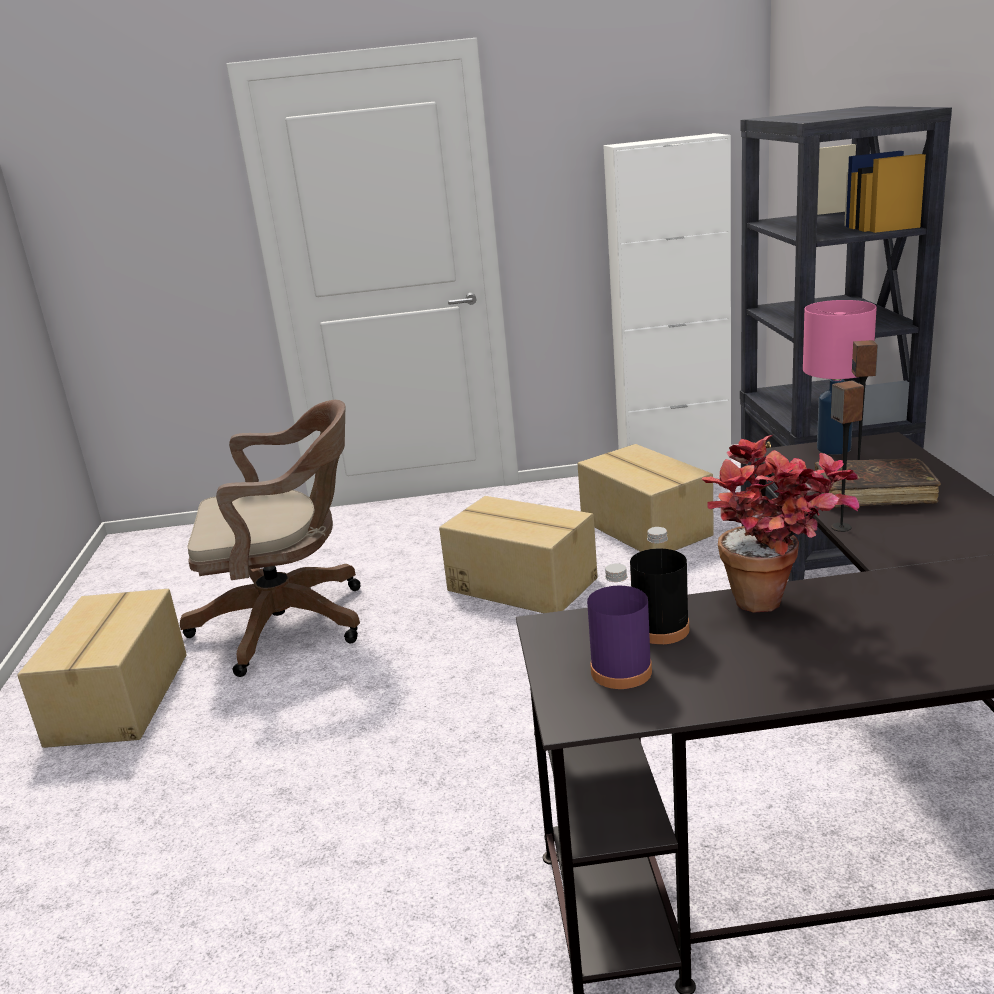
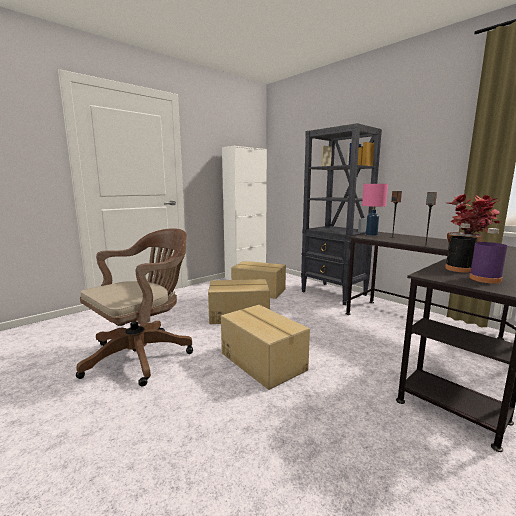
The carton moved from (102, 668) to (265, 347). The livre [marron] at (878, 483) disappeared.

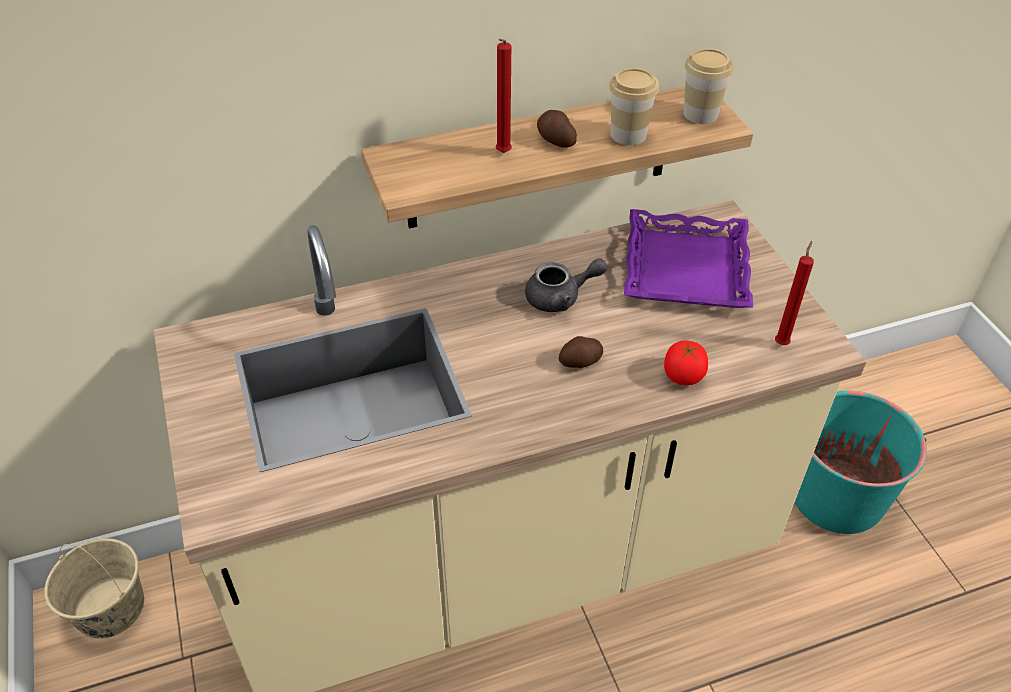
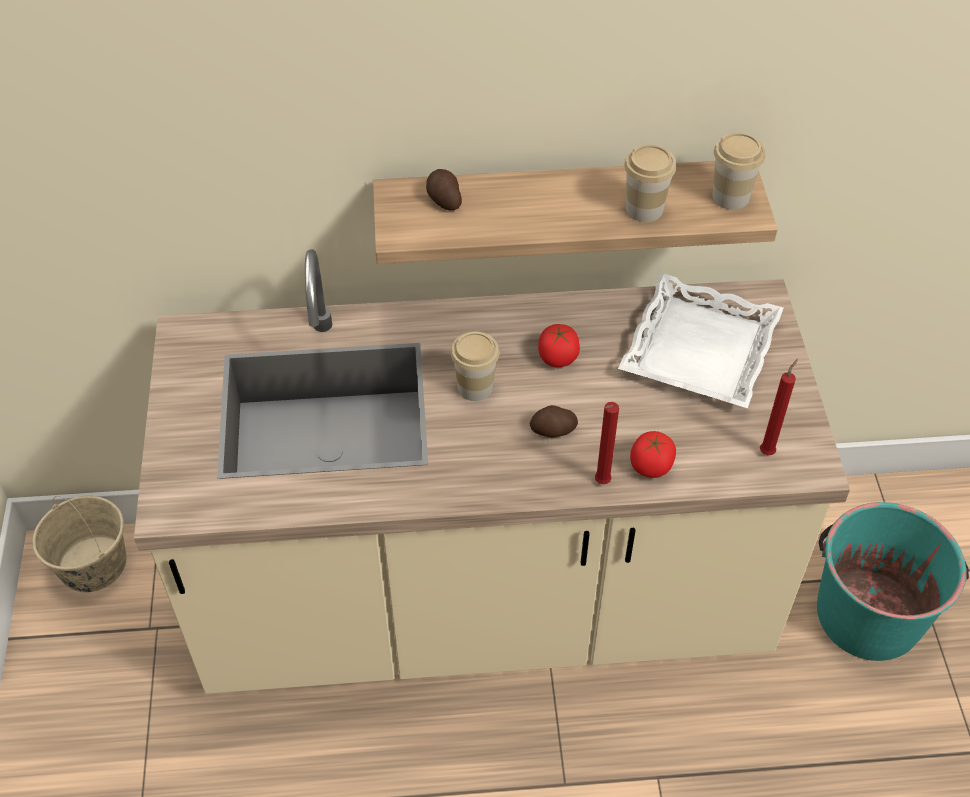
The bougie [rouge] moved from (503, 96) to (607, 443). The théière [gris] at (566, 285) was replaced by the tomate at (559, 345). The pomme de terre moved from (557, 129) to (444, 190). The plateau [violet] at (688, 258) became the plateau [blanc] at (701, 340). The tasse at (475, 366) appeared.

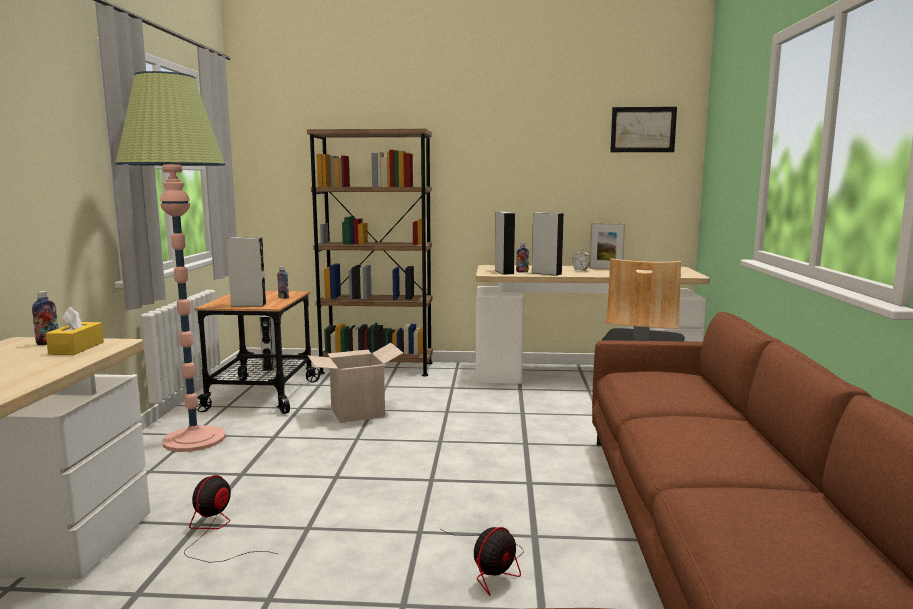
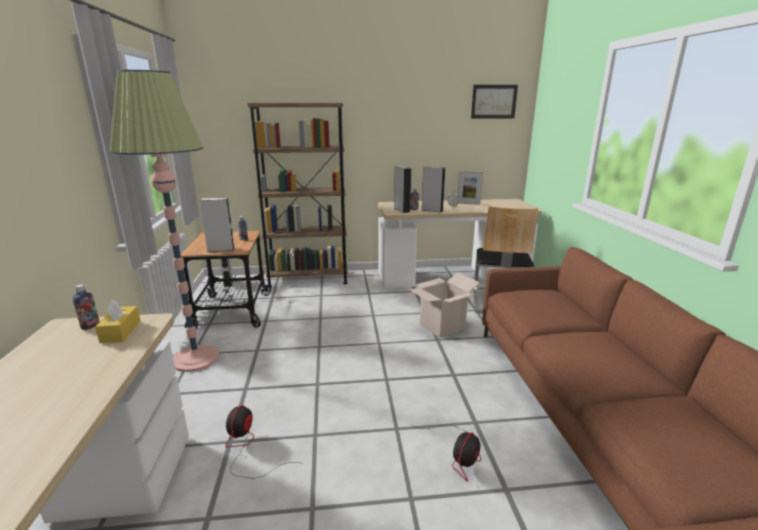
The carton moved from (355, 383) to (444, 305).

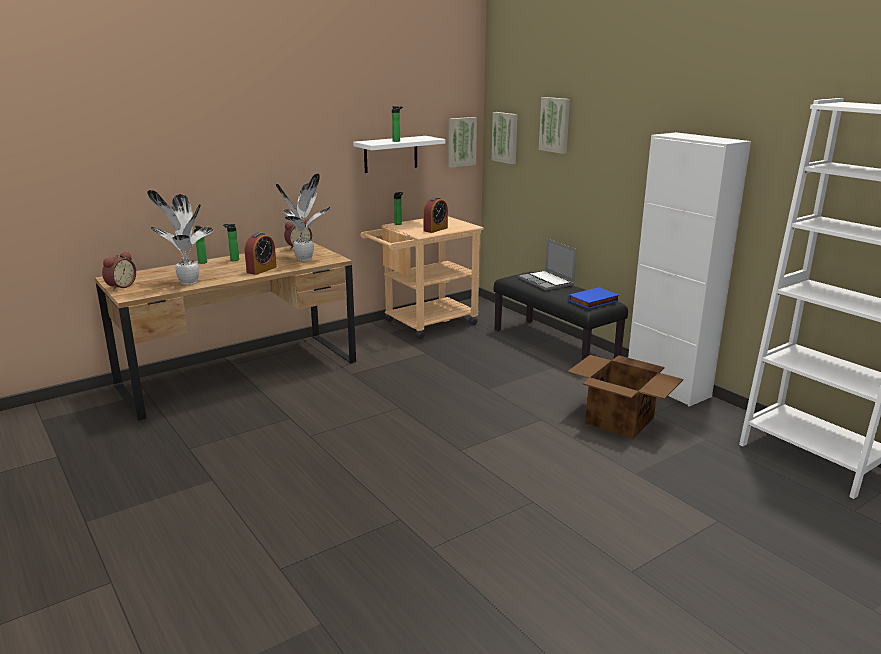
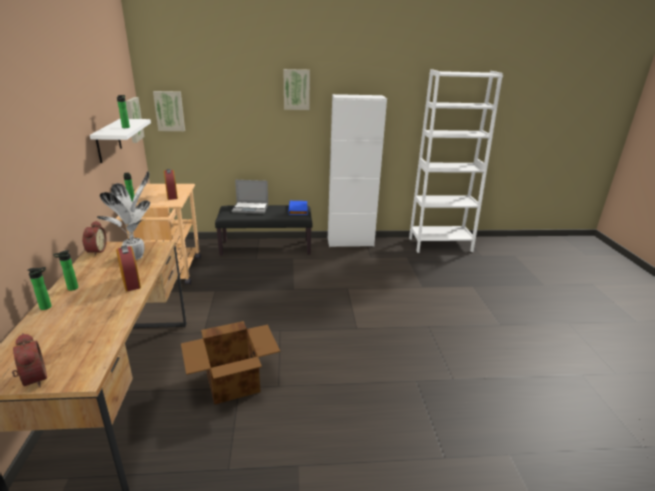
The plante en pot at (180, 237) disappeared. The tableau moved from (554, 125) to (297, 89). The carton moved from (625, 397) to (230, 363).

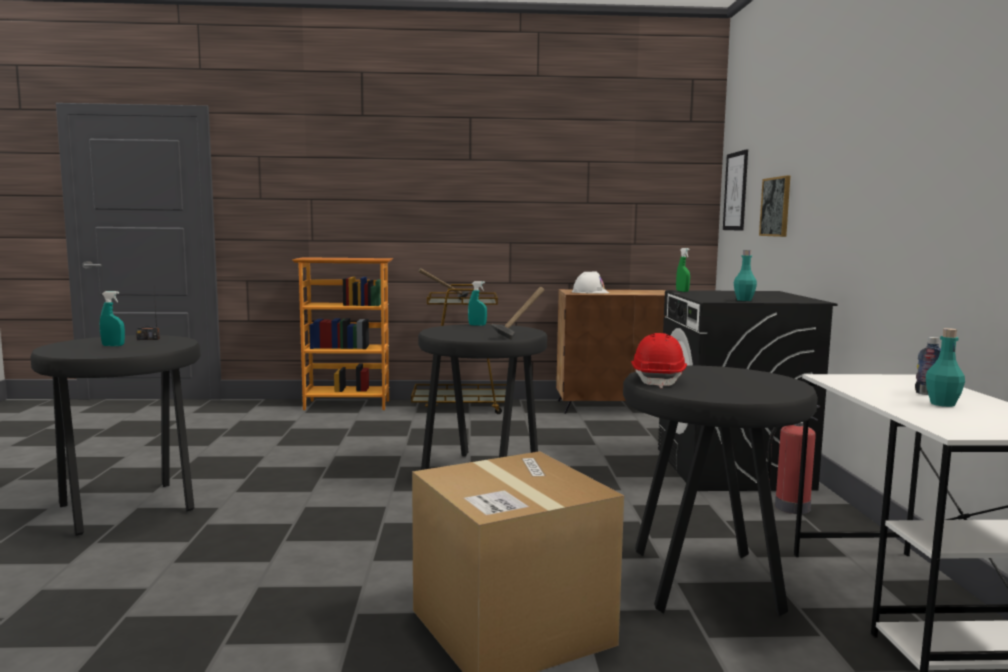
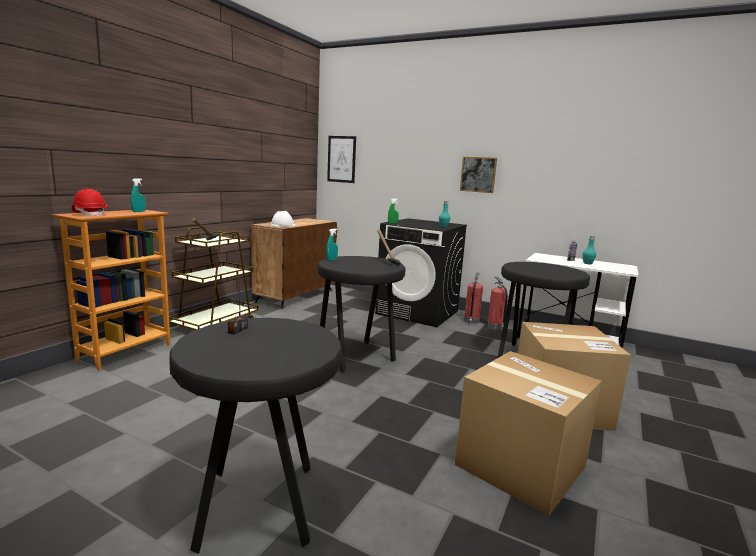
The vaporisateur [turquoise] moved from (112, 318) to (138, 195). The casque de chantier [rouge] moved from (659, 360) to (89, 203). The tableau moved from (774, 206) to (478, 175). The carton at (528, 433) appeared. The extincteur at (497, 303) appeared.

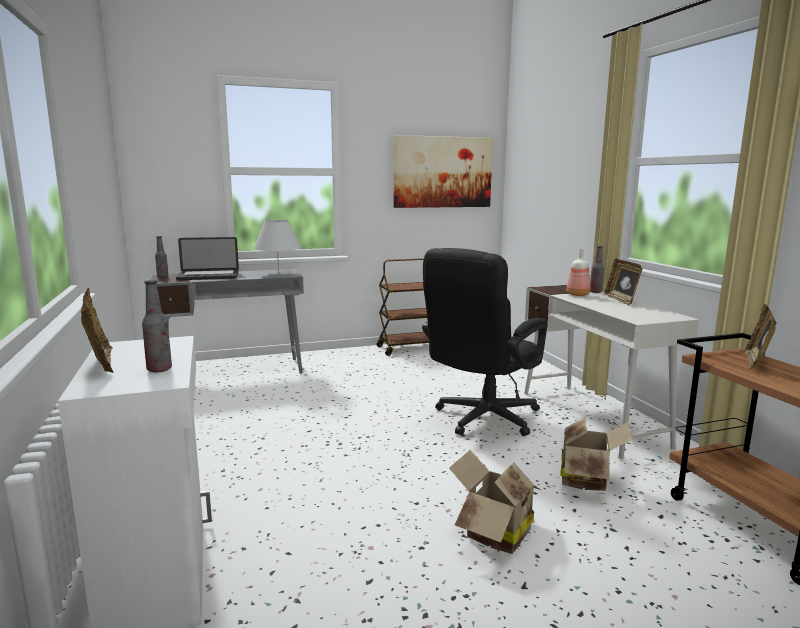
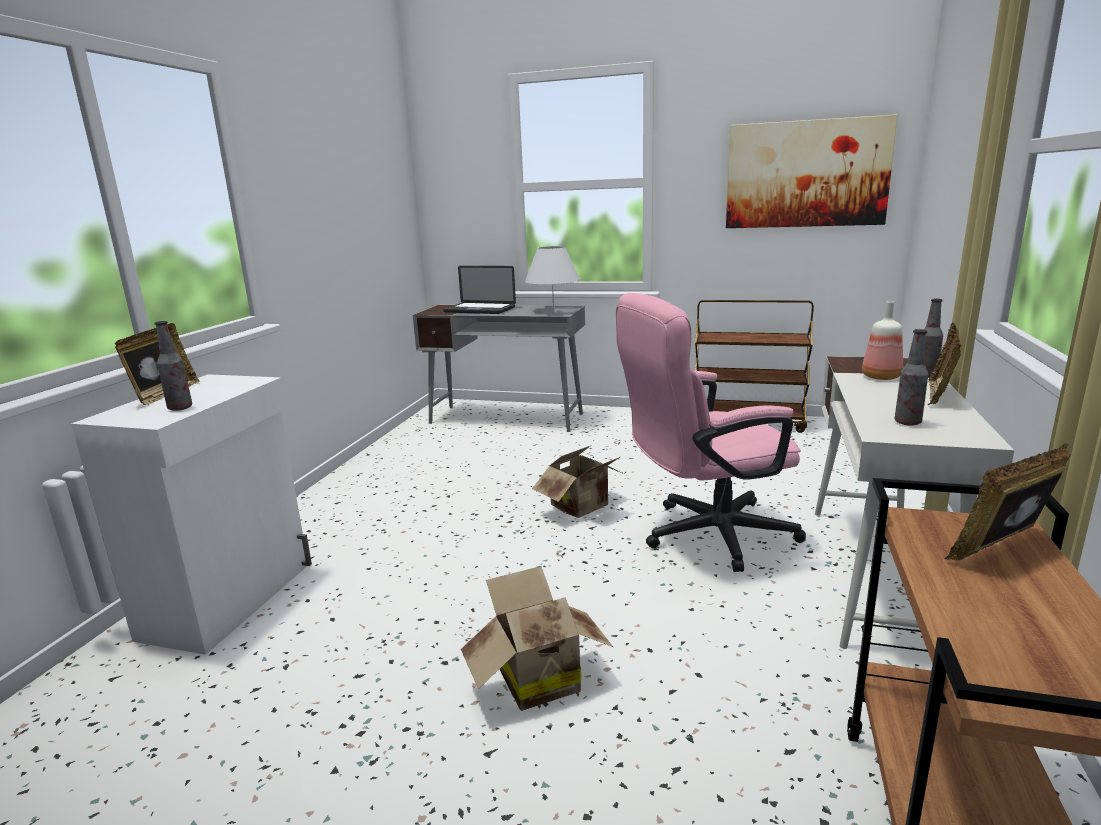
The bouteille moved from (162, 257) to (911, 377). The chaise de bureau [noir] at (484, 342) became the chaise de bureau [rose] at (711, 432). The carton moved from (596, 454) to (578, 482).

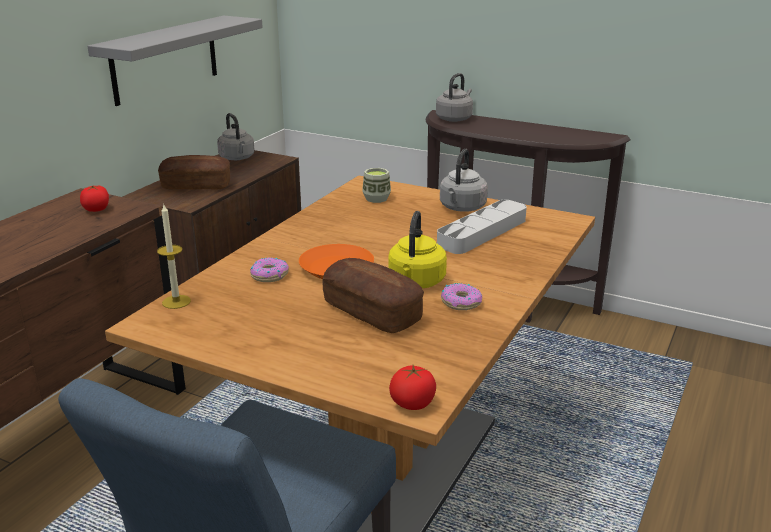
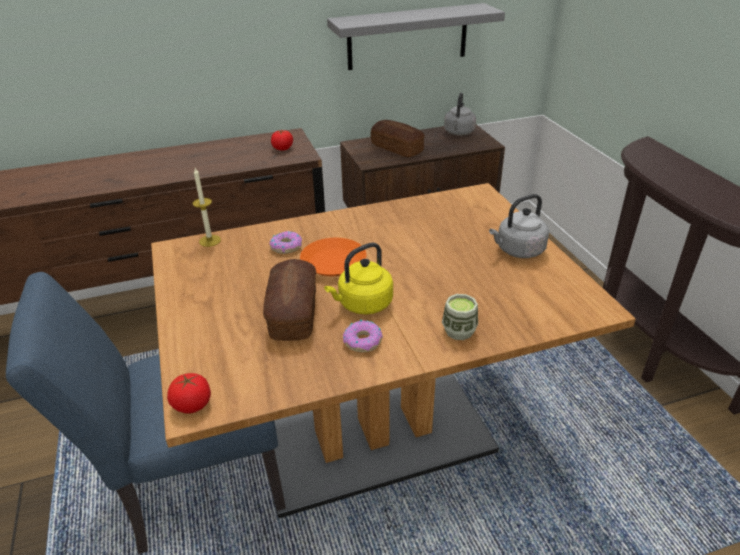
The tasse moved from (376, 185) to (460, 317). The bouilloire [gris] at (454, 97) disappeared. The plateau [gris] at (482, 227) disappeared.

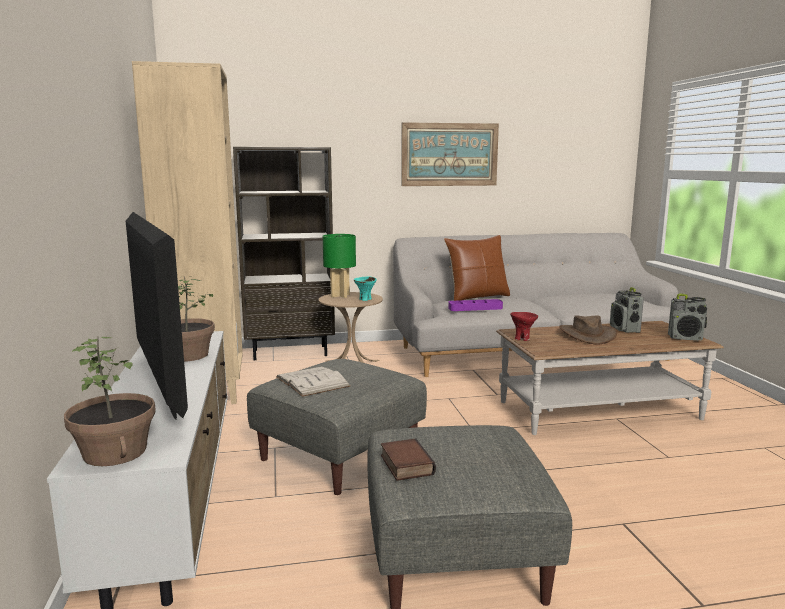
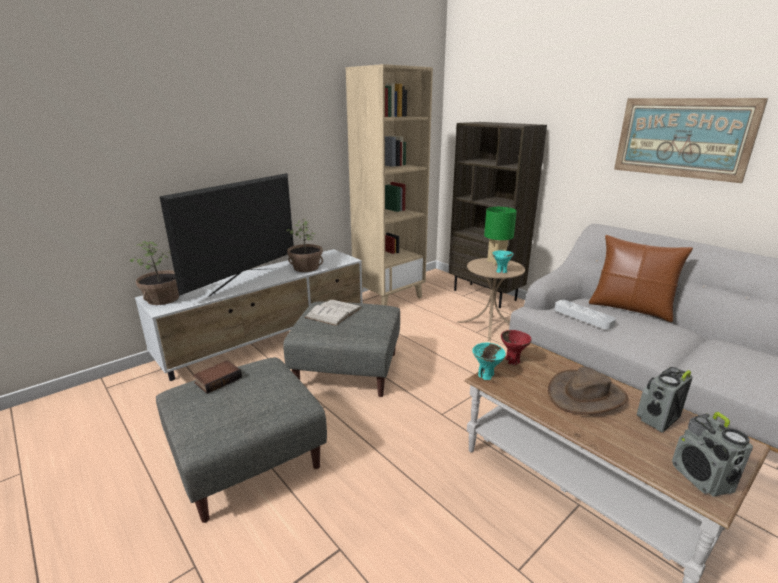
The plateau [violet] at (475, 305) became the plateau [gris] at (585, 315). The bol [turquoise] at (489, 361) appeared.

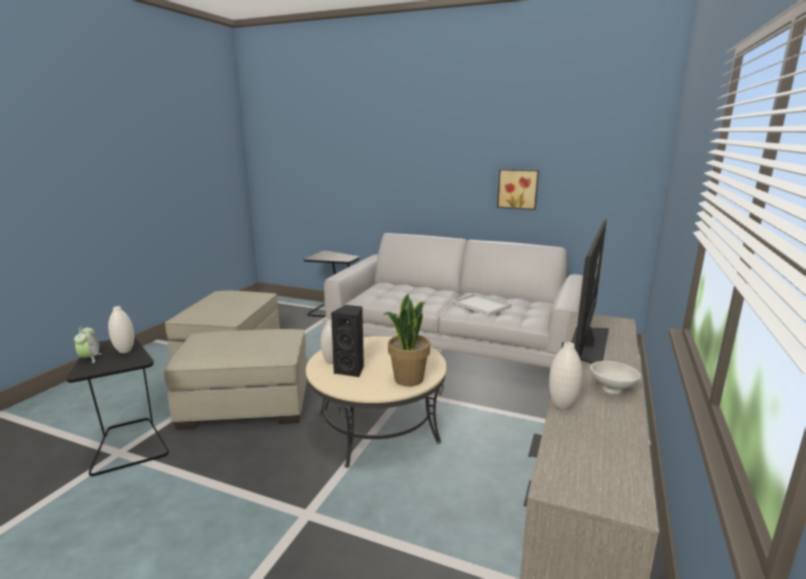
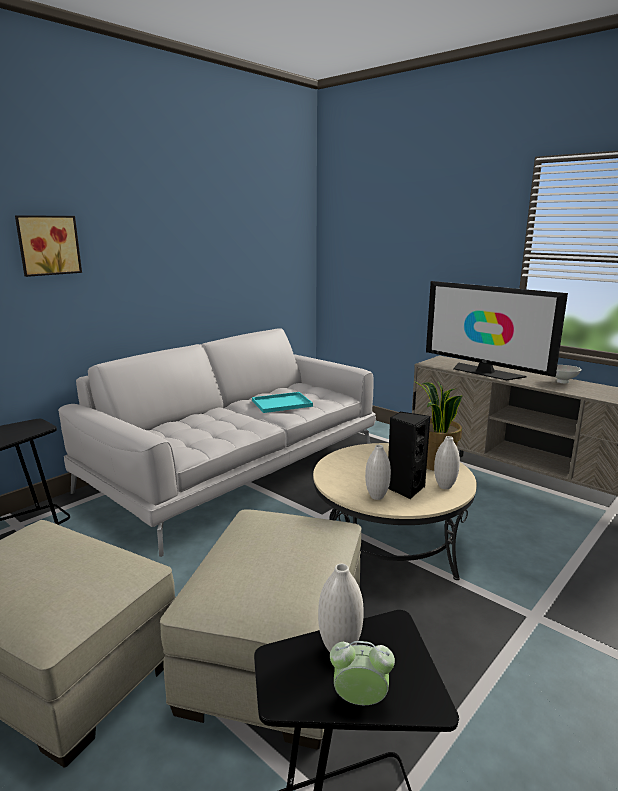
The plateau [blanc] at (482, 304) became the plateau [turquoise] at (282, 402). The tableau moved from (518, 189) to (48, 246). The vase [blanc] moved from (566, 375) to (447, 462).

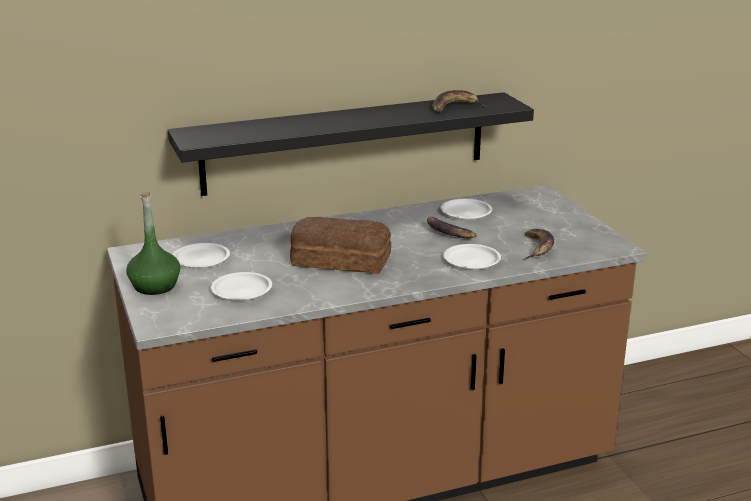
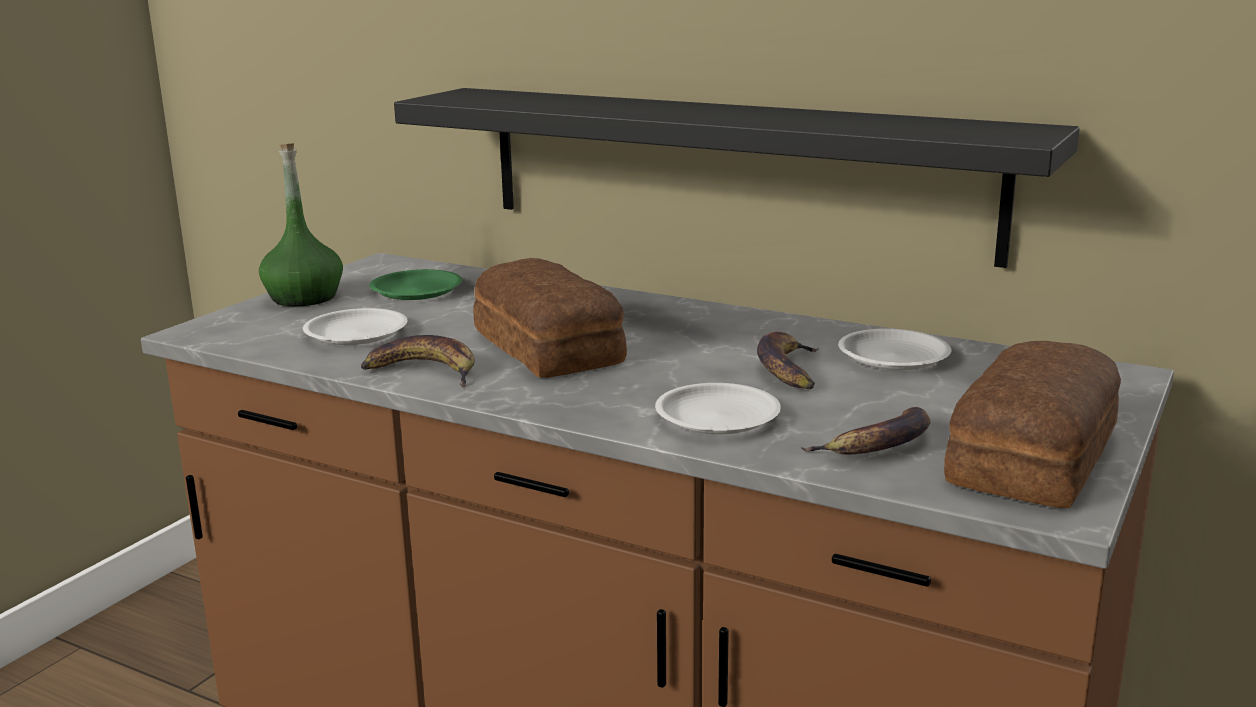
The assiette [blanc] at (201, 255) became the assiette [vert] at (416, 284). The banane moved from (459, 101) to (418, 361). The pain at (1032, 424) appeared.

